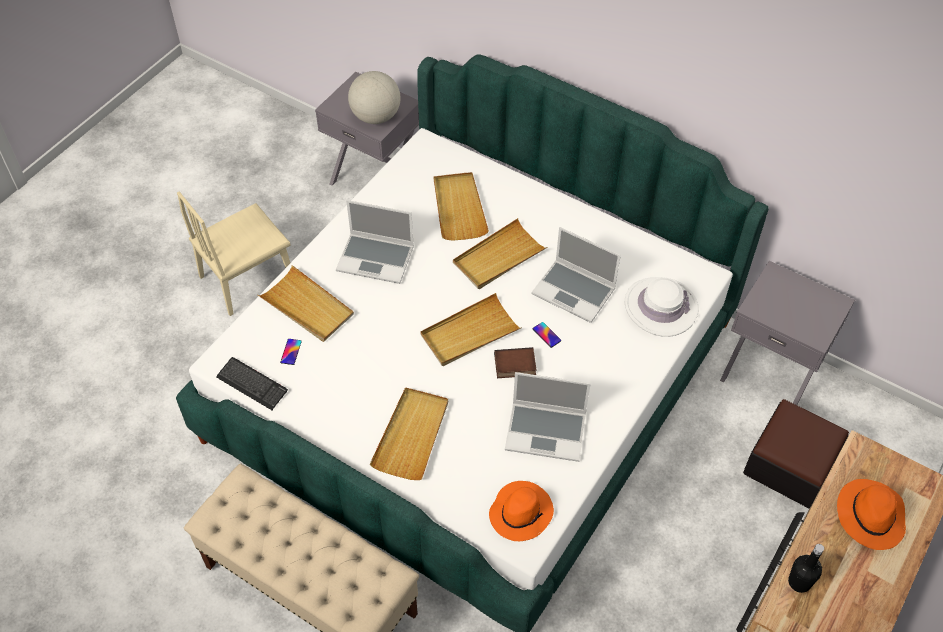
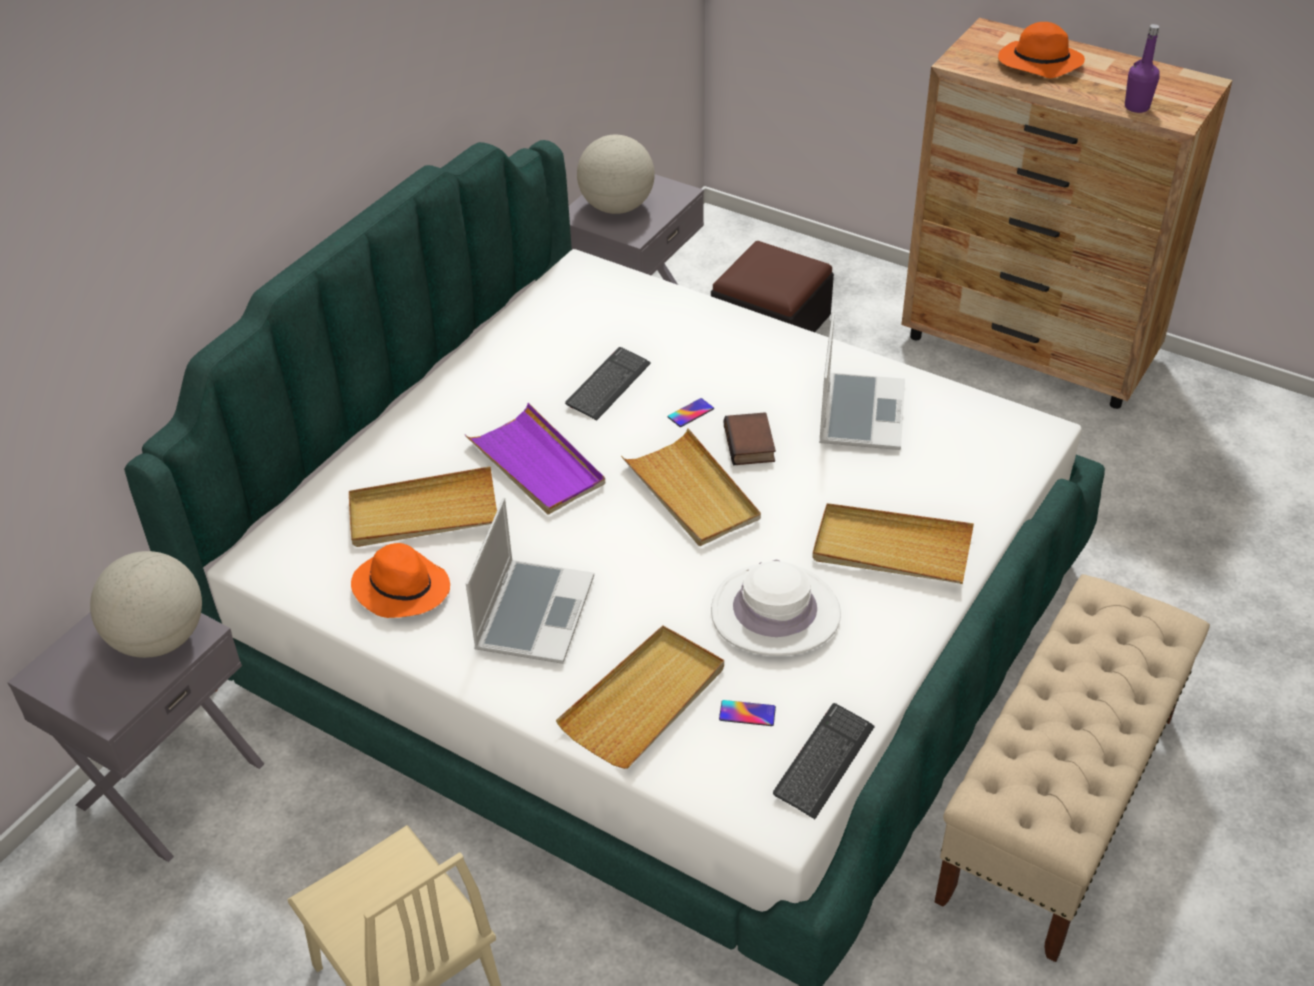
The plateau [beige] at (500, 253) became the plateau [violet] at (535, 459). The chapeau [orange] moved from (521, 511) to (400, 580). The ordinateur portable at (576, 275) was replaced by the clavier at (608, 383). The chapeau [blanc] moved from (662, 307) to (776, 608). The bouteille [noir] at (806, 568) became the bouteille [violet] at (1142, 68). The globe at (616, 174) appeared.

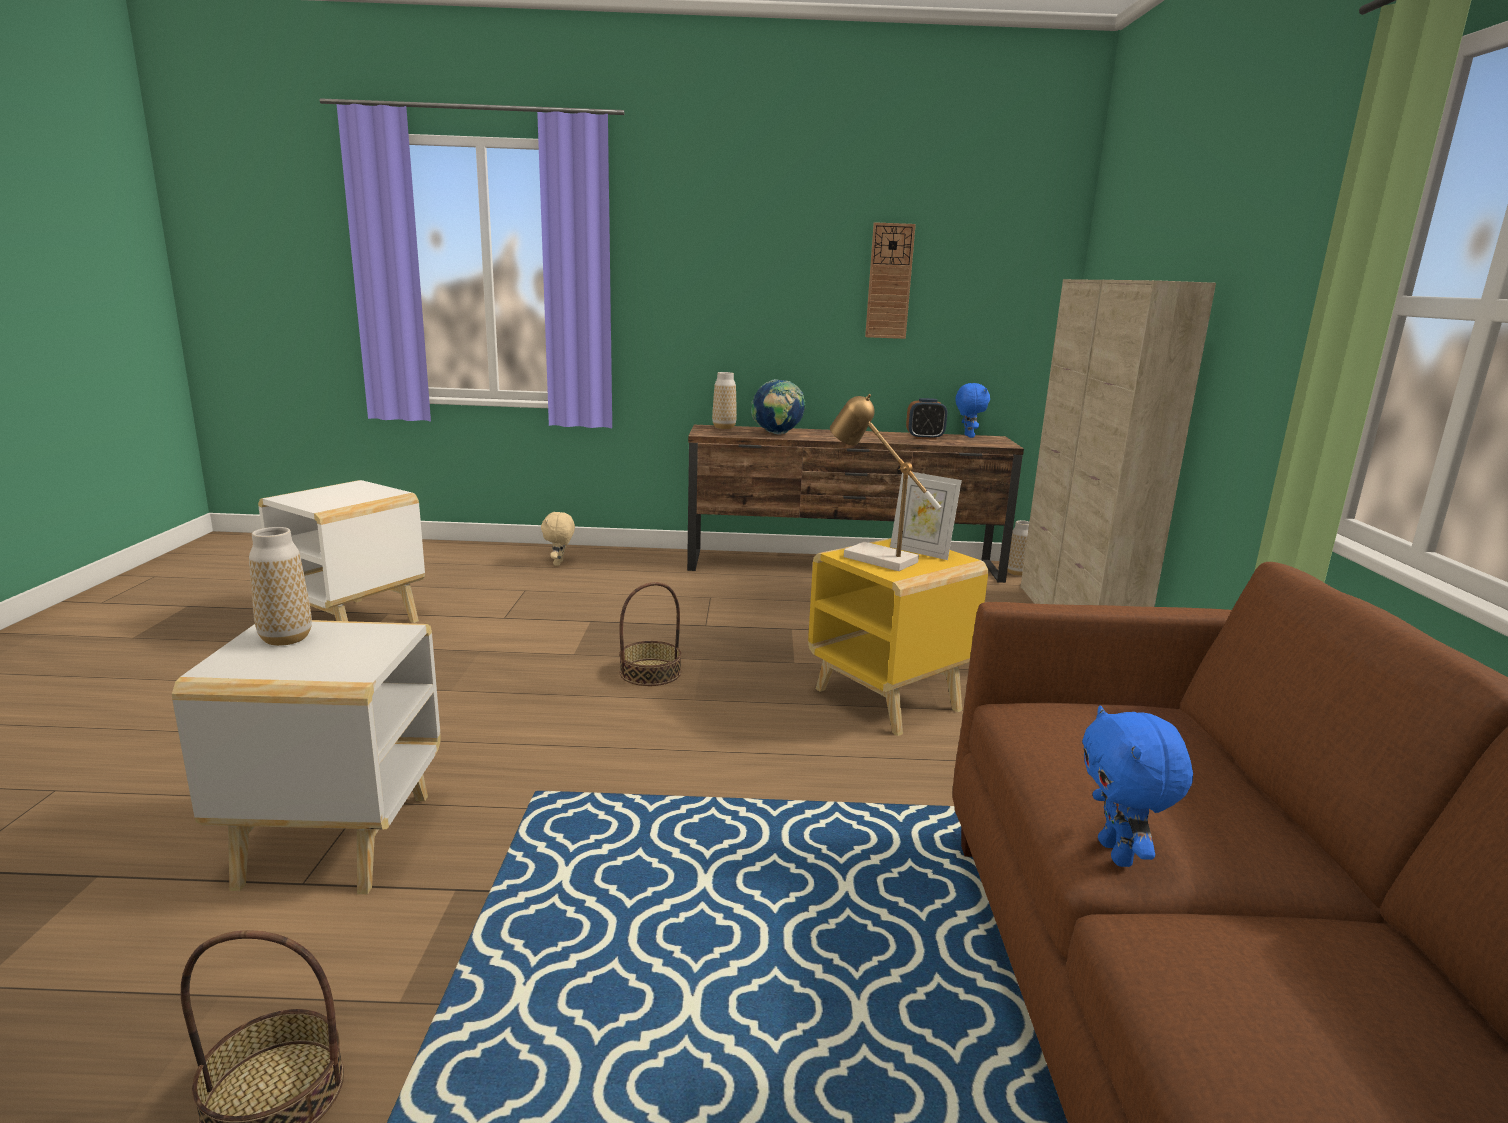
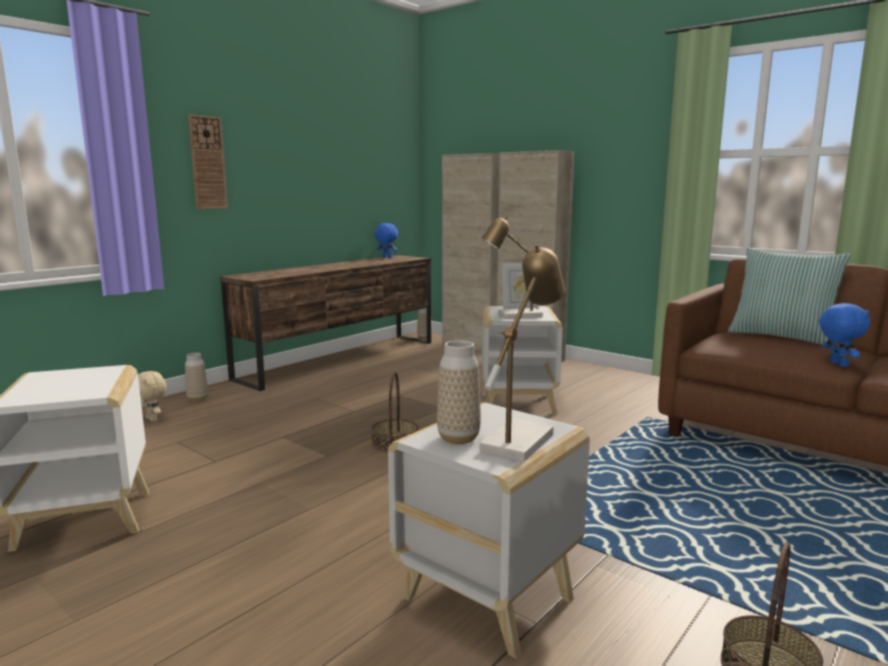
The vase moved from (724, 400) to (196, 377). The globe at (778, 407) disappeared. The table d'appoint [jaune] at (898, 637) became the table d'appoint [blanc] at (522, 360). The horloge murale moved from (890, 280) to (208, 161). The réveil at (926, 419) disappeared. The peluche [bleu] at (1137, 786) turned 135 degrees counterclockwise. The lampe de table at (522, 353) appeared. The coussin at (789, 296) appeared.

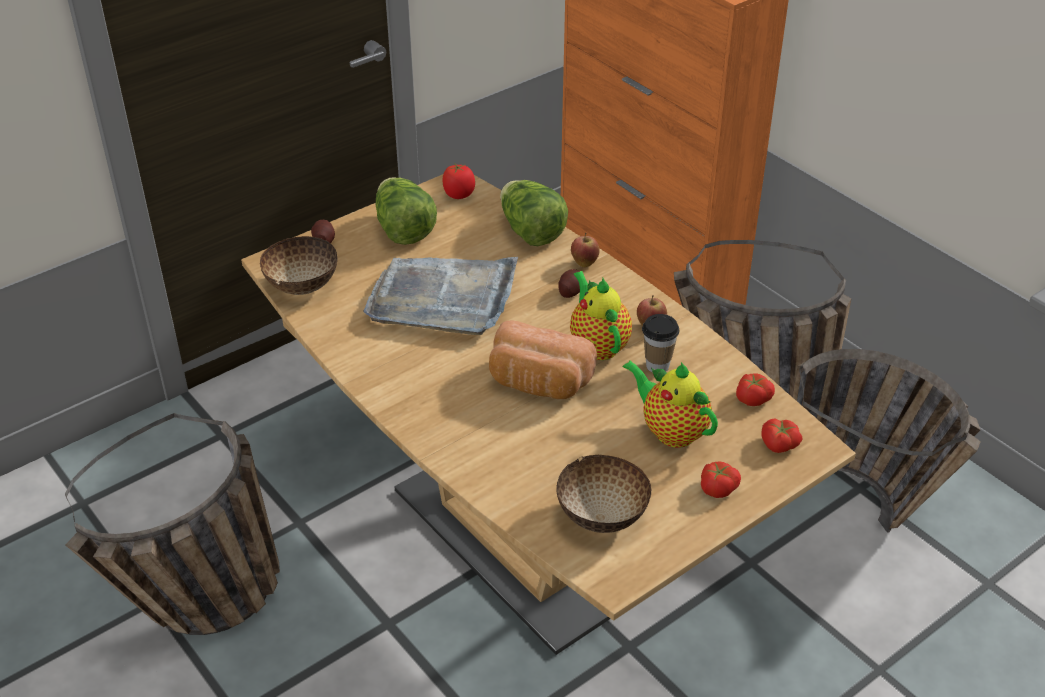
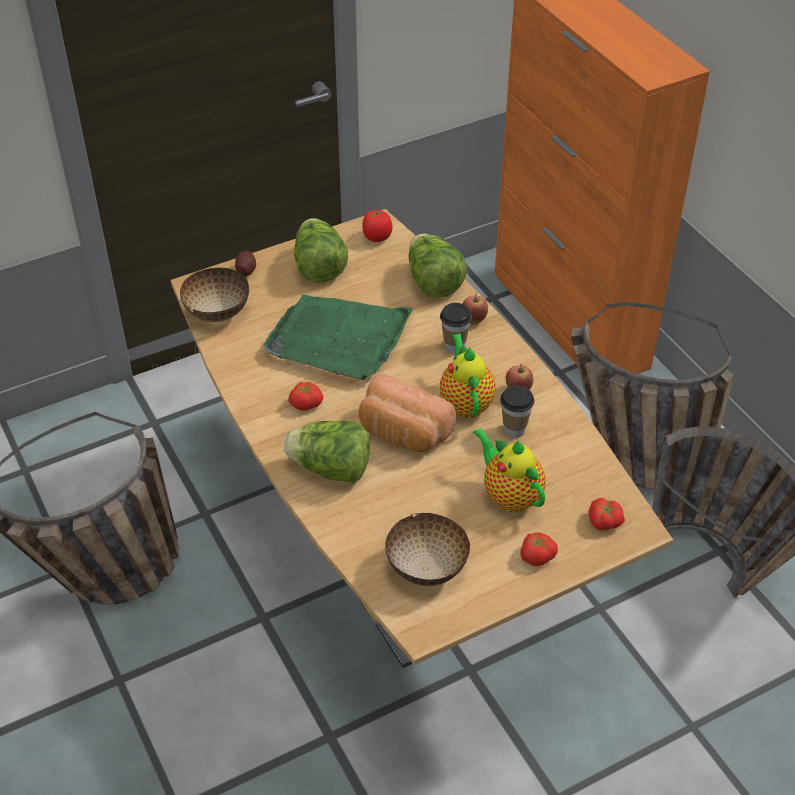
The plateau [gris] at (441, 296) became the plateau [vert] at (338, 337). The pomme de terre at (569, 283) was replaced by the tasse at (456, 328). The tomate moved from (755, 389) to (306, 396). The laitue at (327, 452) appeared.

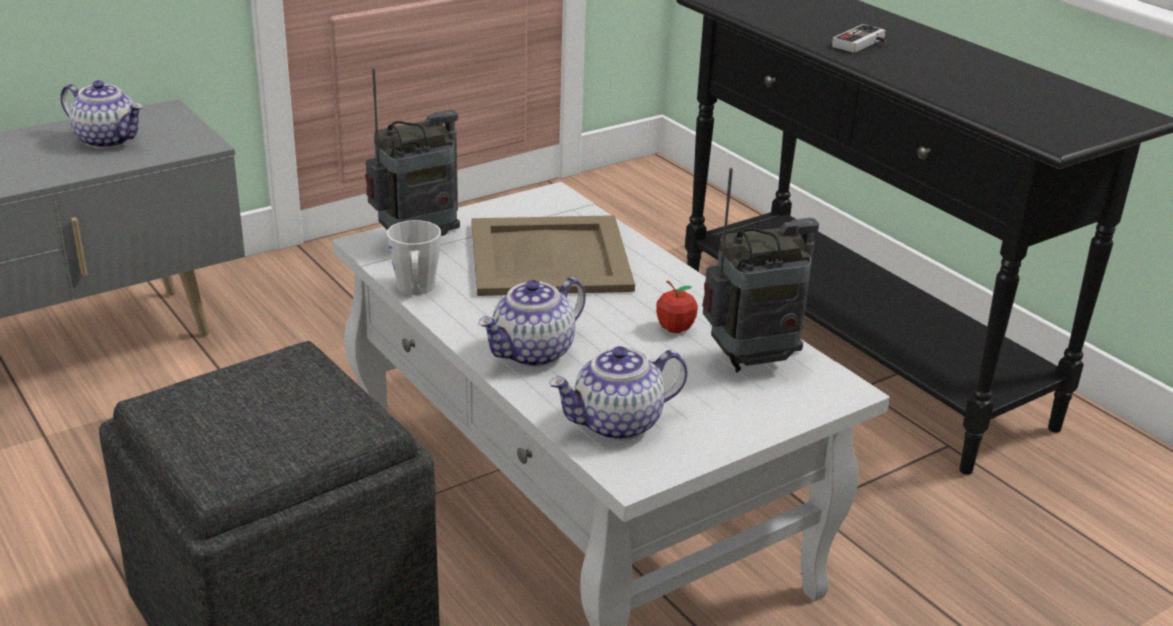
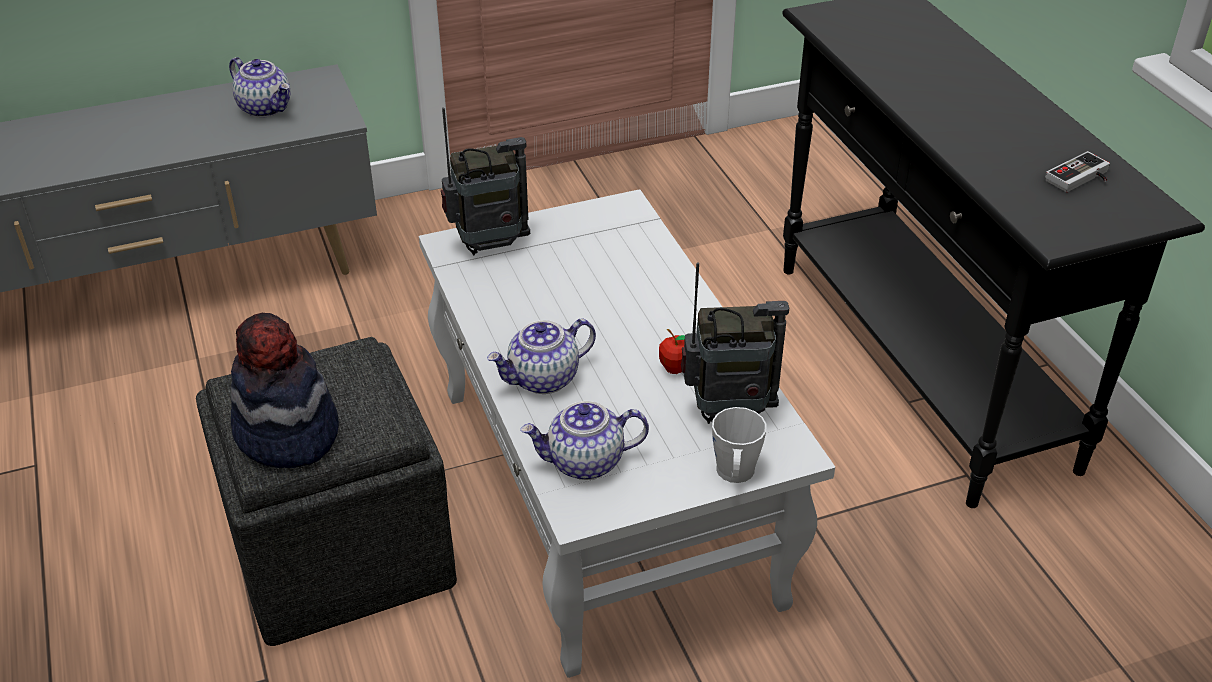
The mug [gris] moved from (414, 257) to (739, 445). The plateau [beige] at (553, 255) disappeared. The manette moved from (859, 38) to (1077, 171). The chapeau at (285, 390) appeared.

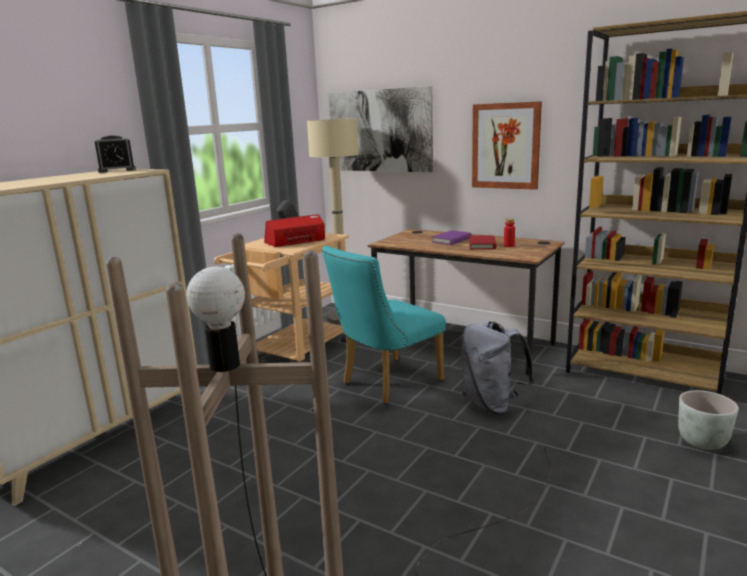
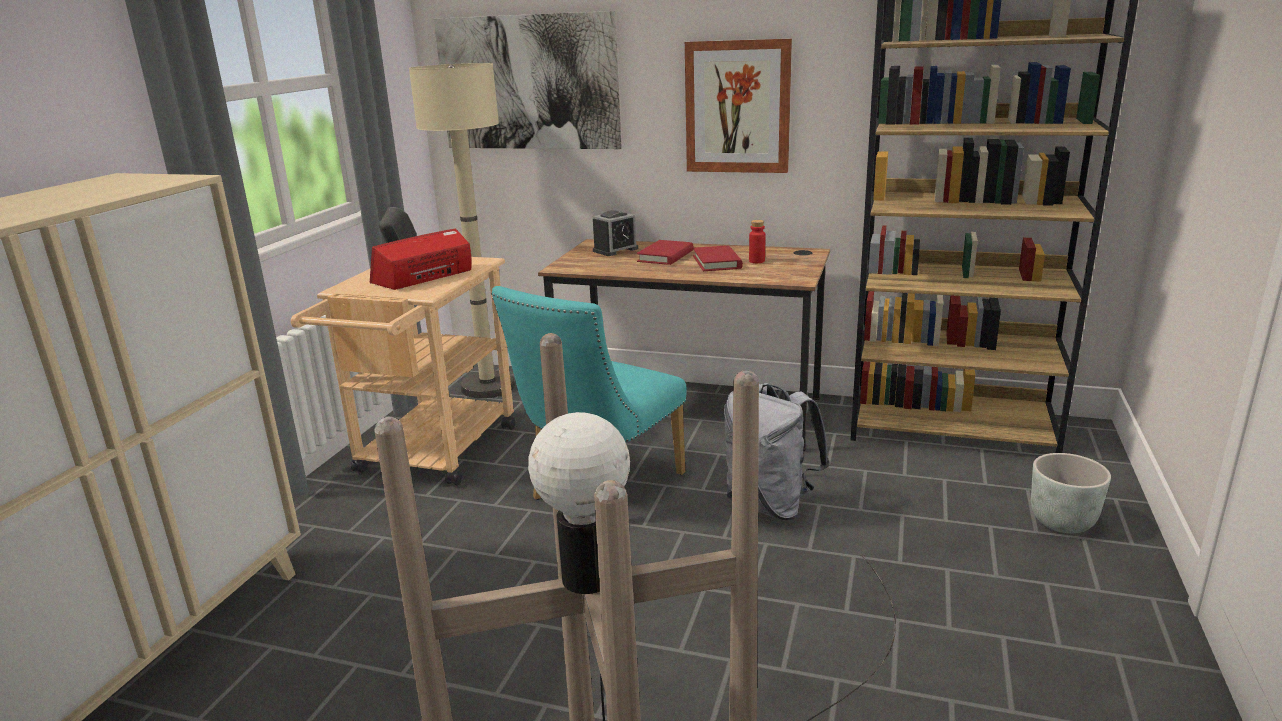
The réveil moved from (115, 154) to (615, 233). The livre [violet] at (452, 237) became the livre [rouge] at (665, 252).

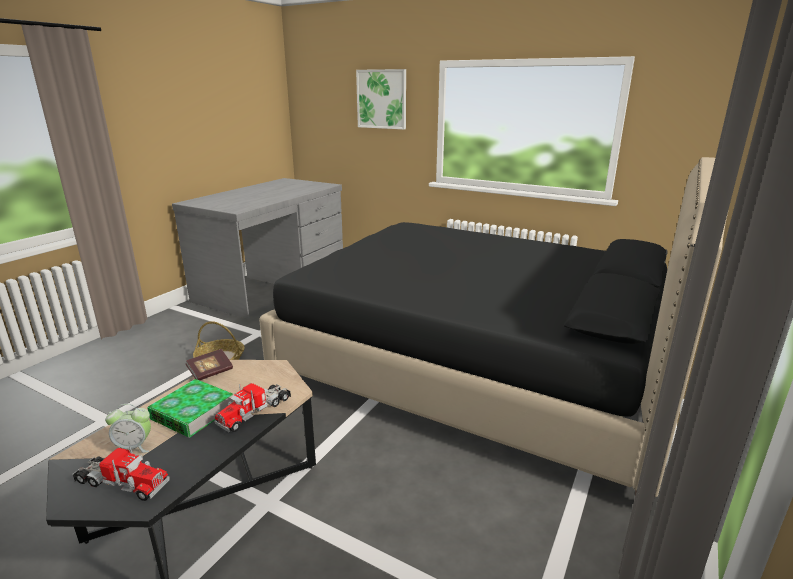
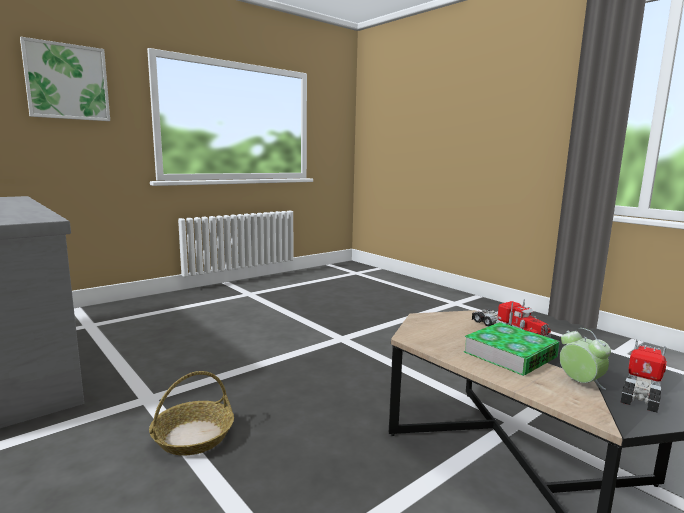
The réveil at (128, 428) turned 45 degrees counterclockwise. The livre at (209, 364) disappeared. The lit [noir] at (494, 327) disappeared.

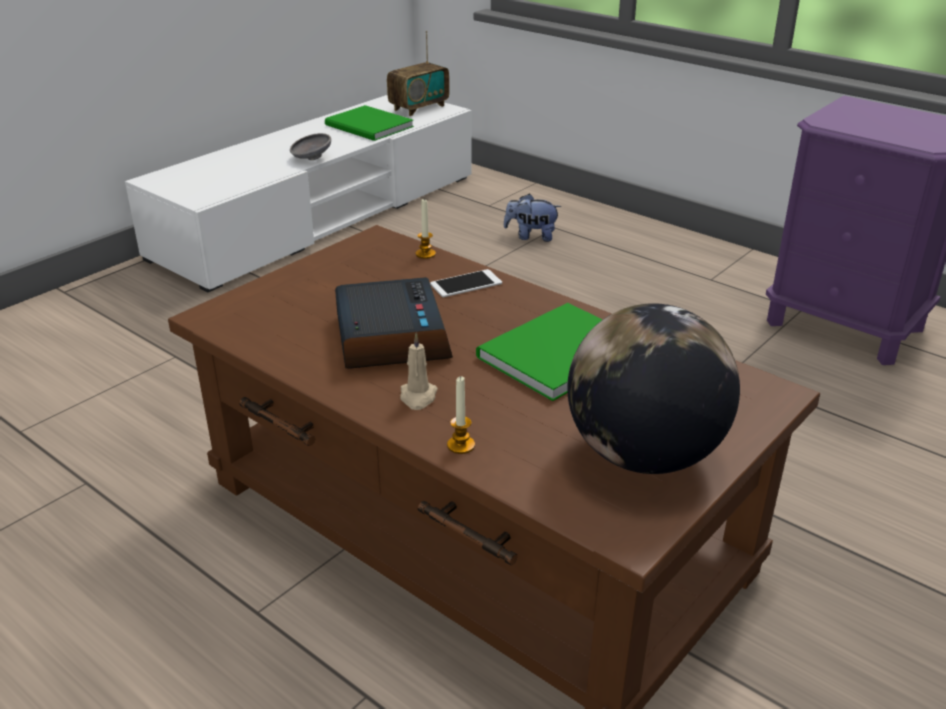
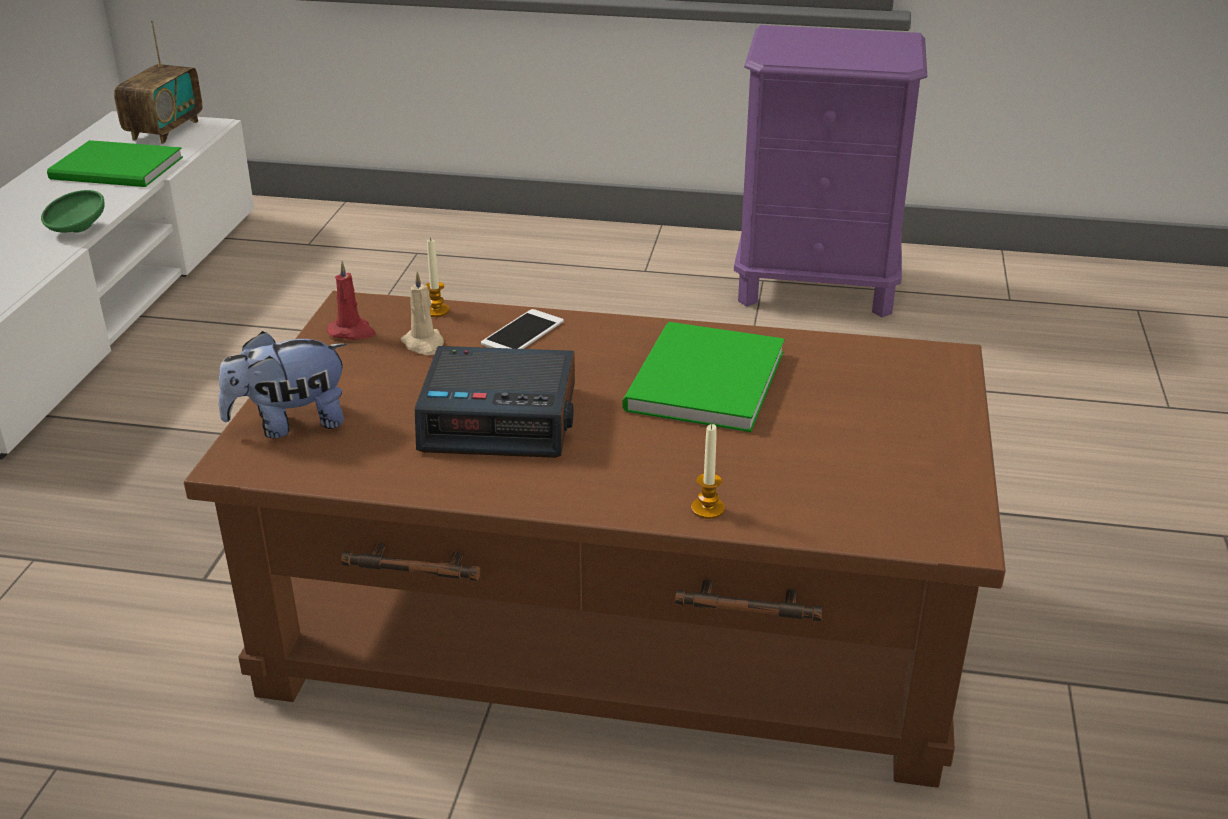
The bol [gris] at (310, 146) became the bol [vert] at (73, 211). The réveil at (394, 323) turned 135 degrees clockwise. The bougie [beige] moved from (419, 371) to (422, 313). The peluche moved from (532, 217) to (282, 384). The globe at (653, 388) disappeared. The bougie [rouge] at (351, 300) appeared.

